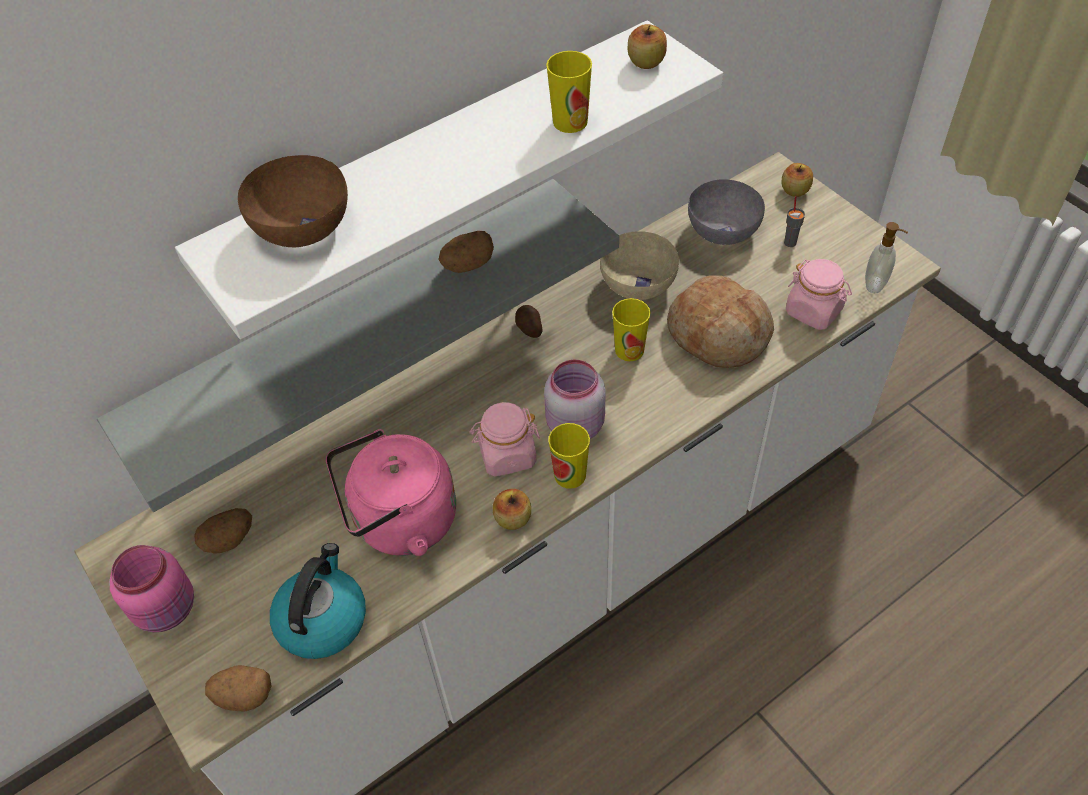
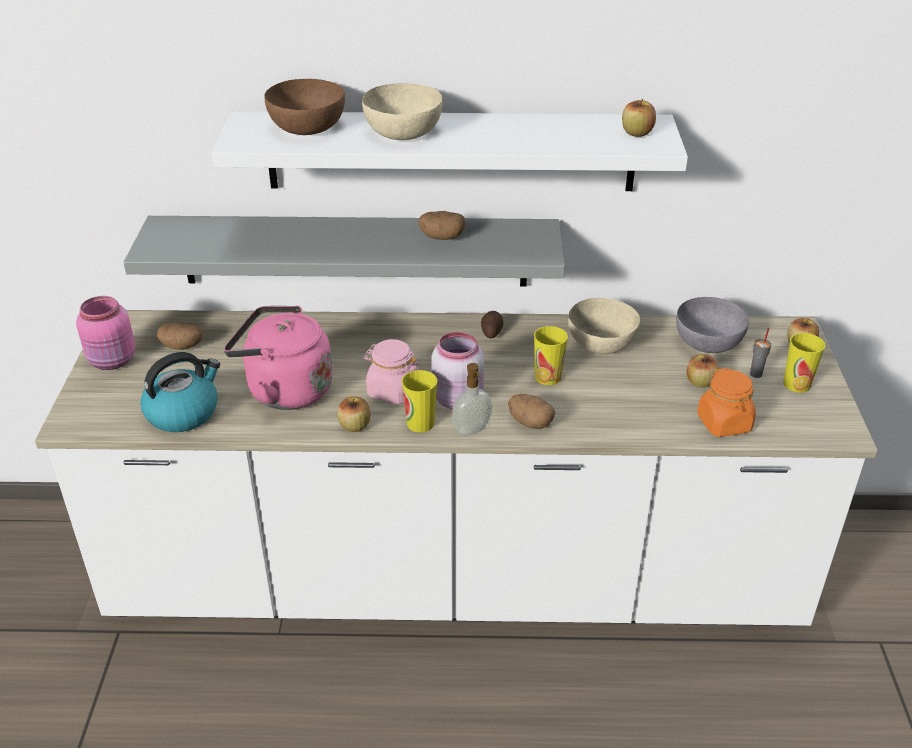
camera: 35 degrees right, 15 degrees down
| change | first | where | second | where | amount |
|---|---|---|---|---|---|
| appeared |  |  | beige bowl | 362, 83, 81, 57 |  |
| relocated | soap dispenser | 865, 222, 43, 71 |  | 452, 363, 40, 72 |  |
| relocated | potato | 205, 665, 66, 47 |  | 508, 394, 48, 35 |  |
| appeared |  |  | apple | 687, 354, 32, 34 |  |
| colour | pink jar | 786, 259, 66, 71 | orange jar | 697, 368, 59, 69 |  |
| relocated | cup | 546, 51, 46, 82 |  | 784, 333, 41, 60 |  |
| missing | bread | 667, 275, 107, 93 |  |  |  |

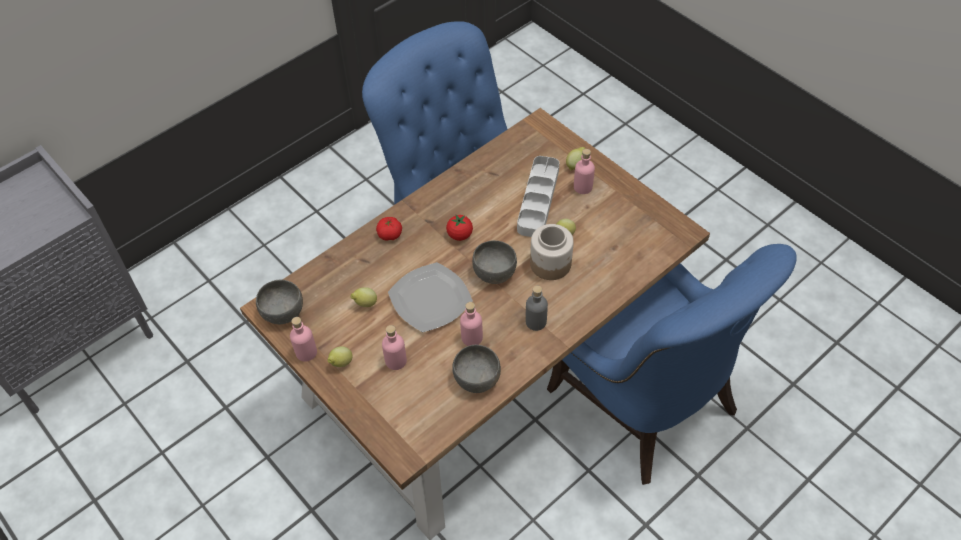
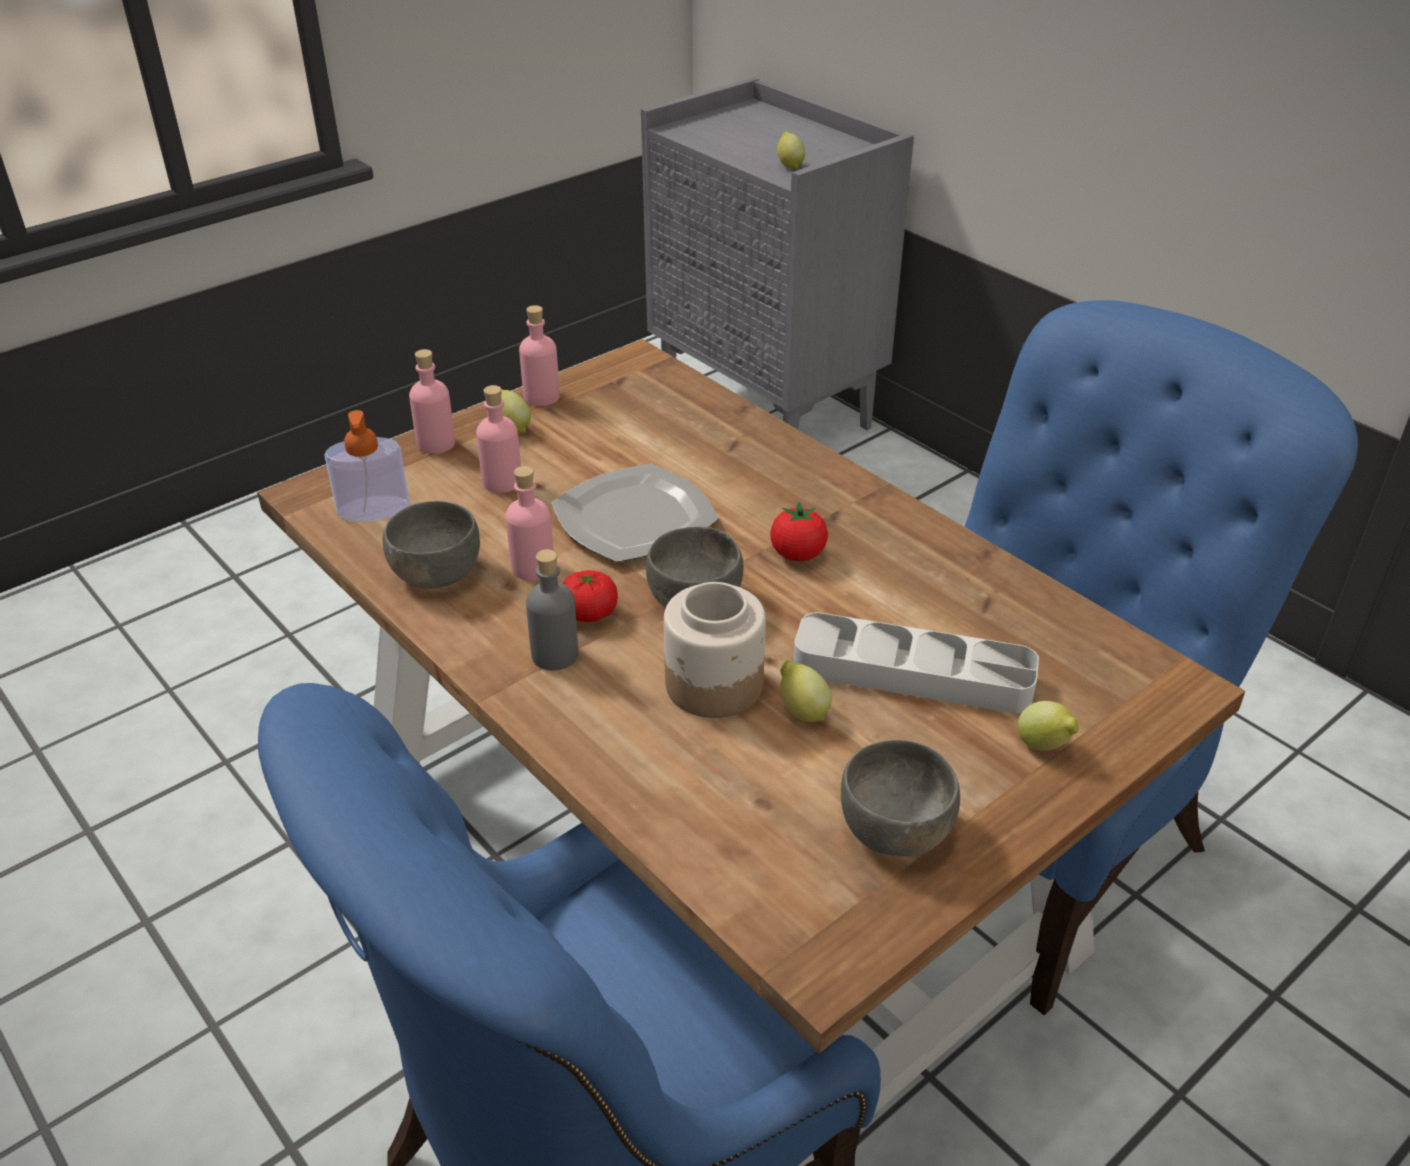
camera: 90 degrees right, 15 degrees down
| change | first | where | second | where | amount |
|---|---|---|---|---|---|
| appeared |  |  | soap dispenser | 324, 410, 86, 112 |  |
| relocated | pink bottle | 574, 149, 21, 45 |  | 409, 349, 46, 105 |  |
| relocated | tomato | 376, 217, 26, 24 |  | 562, 570, 56, 52 |  |
| relocated | lemon | 351, 287, 26, 20 |  | 777, 131, 28, 38 |  |
| relocated | grey bowl | 256, 280, 47, 45 |  | 841, 740, 119, 116 |  |

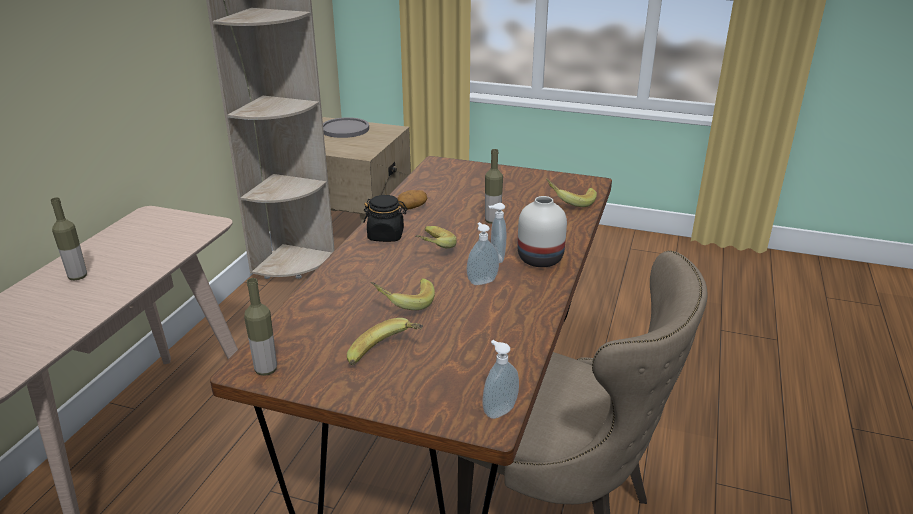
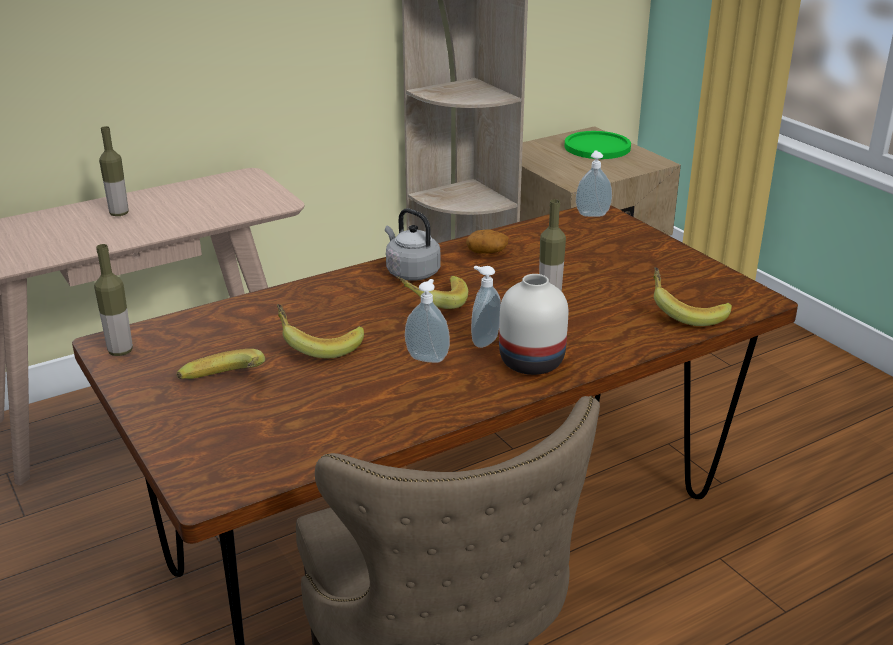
camera: 40 degrees right, 0 degrees up
| change | first | where | second | where | amount |
|---|---|---|---|---|---|
| exchanged | black jar | 363, 195, 44, 47 | grey kettle | 385, 208, 55, 73 |  |
| colour | grey plate | 323, 117, 46, 21 | green plate | 565, 131, 66, 28 |  |
| relocated | soap dispenser | 483, 340, 36, 79 |  | 576, 151, 36, 66 |  |

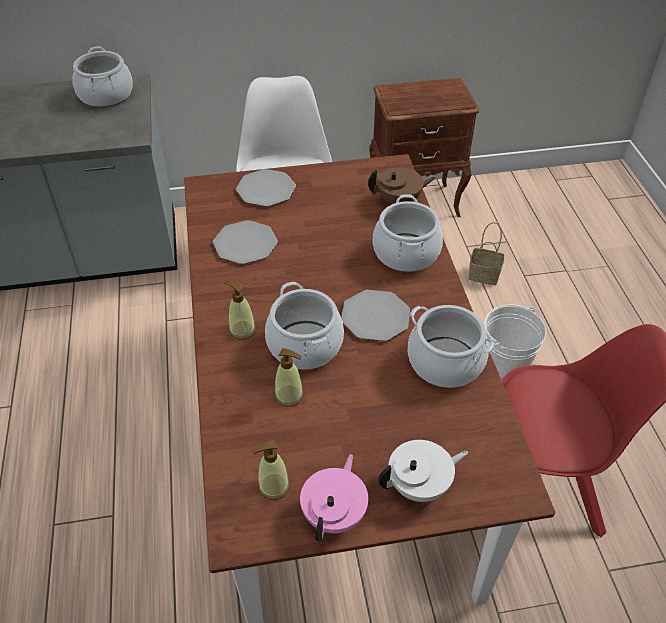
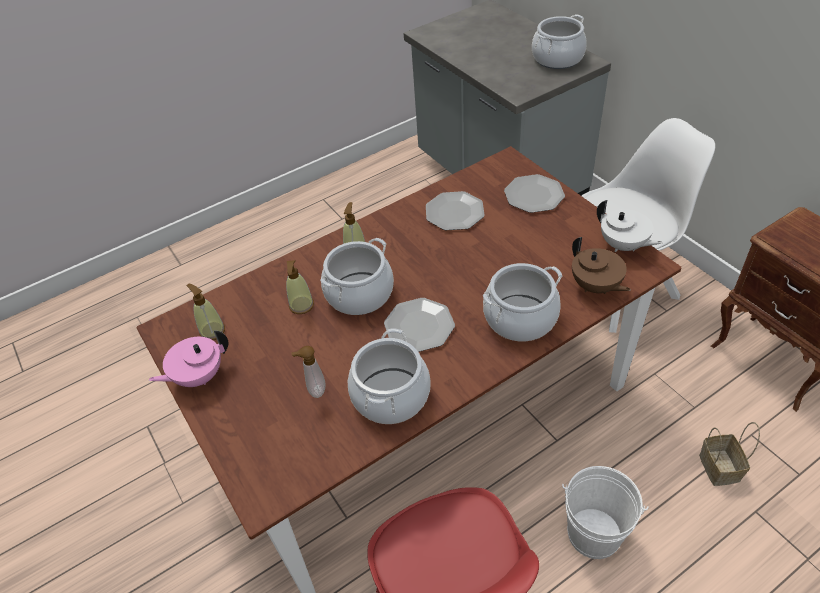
camera: 70 degrees right, 0 degrees up
| change | first | where | second | where | amount |
|---|---|---|---|---|---|
| spun | pink teapot | 300, 454, 68, 88 |  | 149, 330, 79, 57 | 150 degrees clockwise |
| appeared |  |  | soap dispenser | 292, 346, 34, 52 |  |
| relocated | white teapot | 378, 440, 90, 62 |  | 597, 200, 66, 52 |  |

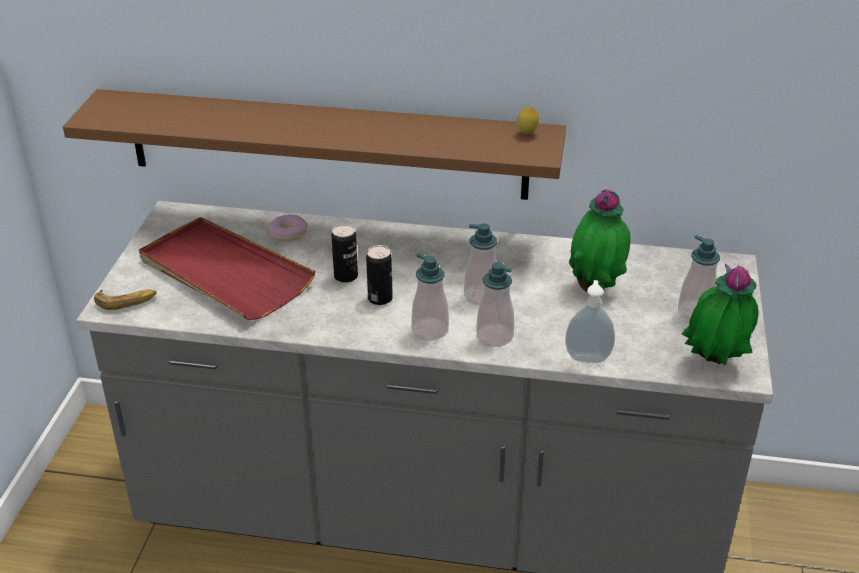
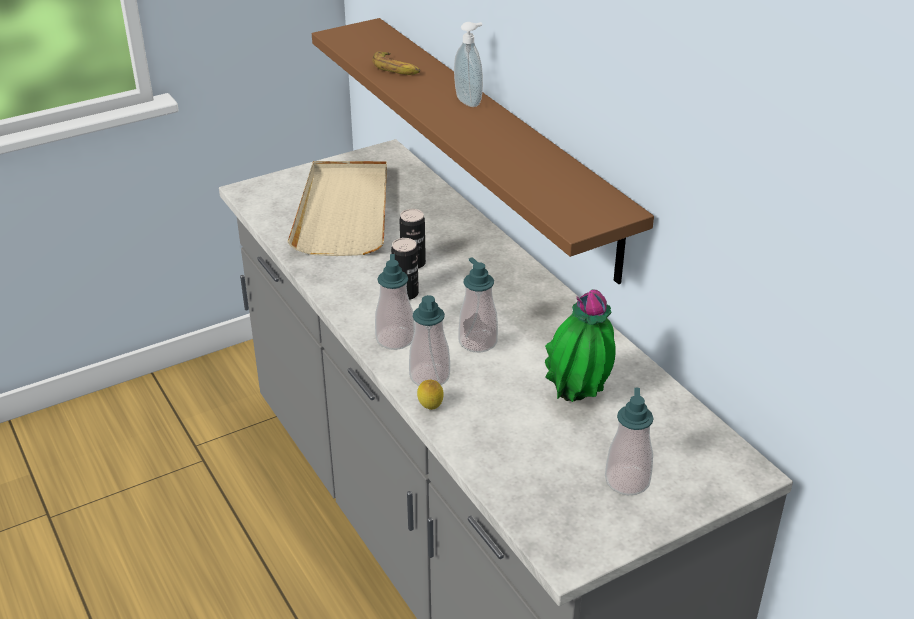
camera: 50 degrees right, 0 degrees up
| change | first | where | second | where | amount |
|---|---|---|---|---|---|
| colour | red tray | 139, 217, 177, 103 | beige tray | 288, 161, 99, 95 |  |
| relocated | banana | 94, 290, 63, 20 |  | 373, 52, 47, 23 |  |
| relocated | lemon | 517, 107, 22, 27 |  | 417, 380, 27, 30 |  |
| relocated | soap dispenser | 565, 280, 50, 83 |  | 454, 22, 29, 85 |  |
| missing | donut | 268, 214, 39, 28 |  |  |  |
| missing | potted plant | 682, 264, 77, 101 |  |  |  |

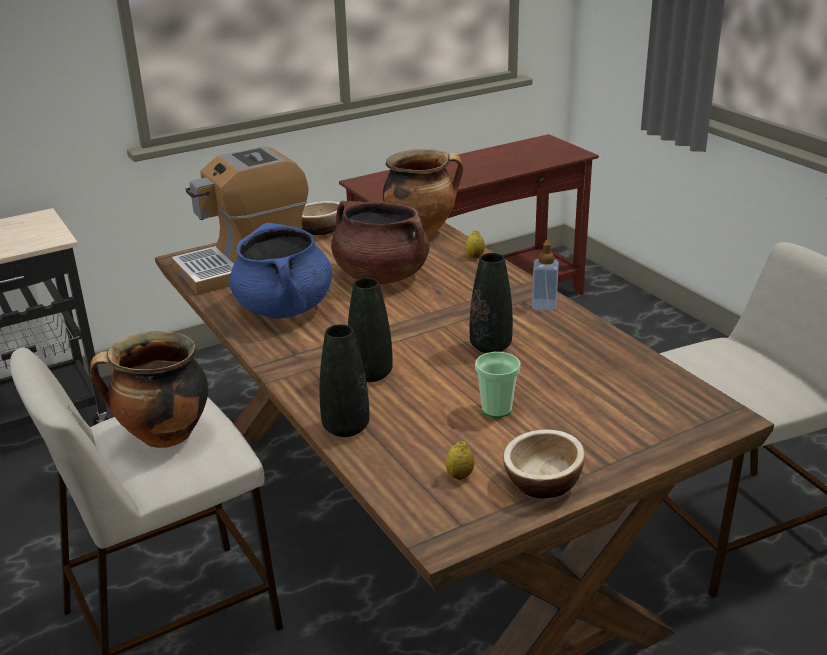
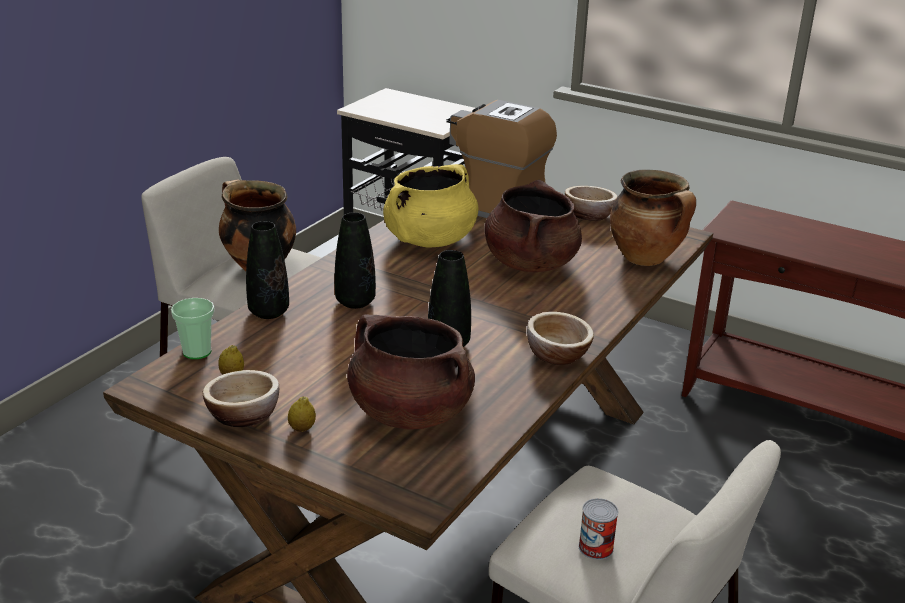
camera: 60 degrees right, 0 degrees up
| change | first | where | second | where | amount |
|---|---|---|---|---|---|
| relocated | cup | 475, 352, 45, 66 |  | 171, 298, 44, 61 |  |
| relocated | lemon | 466, 231, 19, 27 |  | 288, 396, 28, 36 |  |
| appeared |  |  | brown cooking pot | 347, 314, 128, 116 |  |
| colour | blue cooking pot | 230, 223, 102, 96 | yellow cooking pot | 383, 164, 95, 83 |  |
| exchanged | soap dispenser | 532, 240, 27, 70 | bowl | 527, 312, 67, 53 |  |
| appeared |  |  | can | 578, 498, 40, 62 |  |

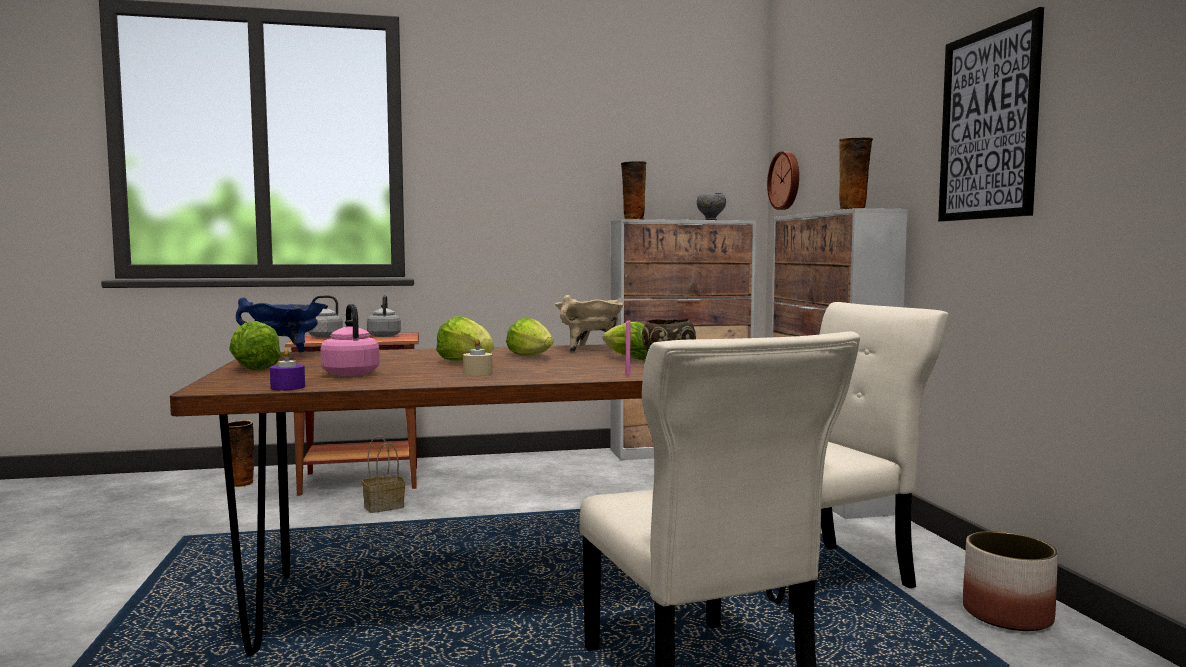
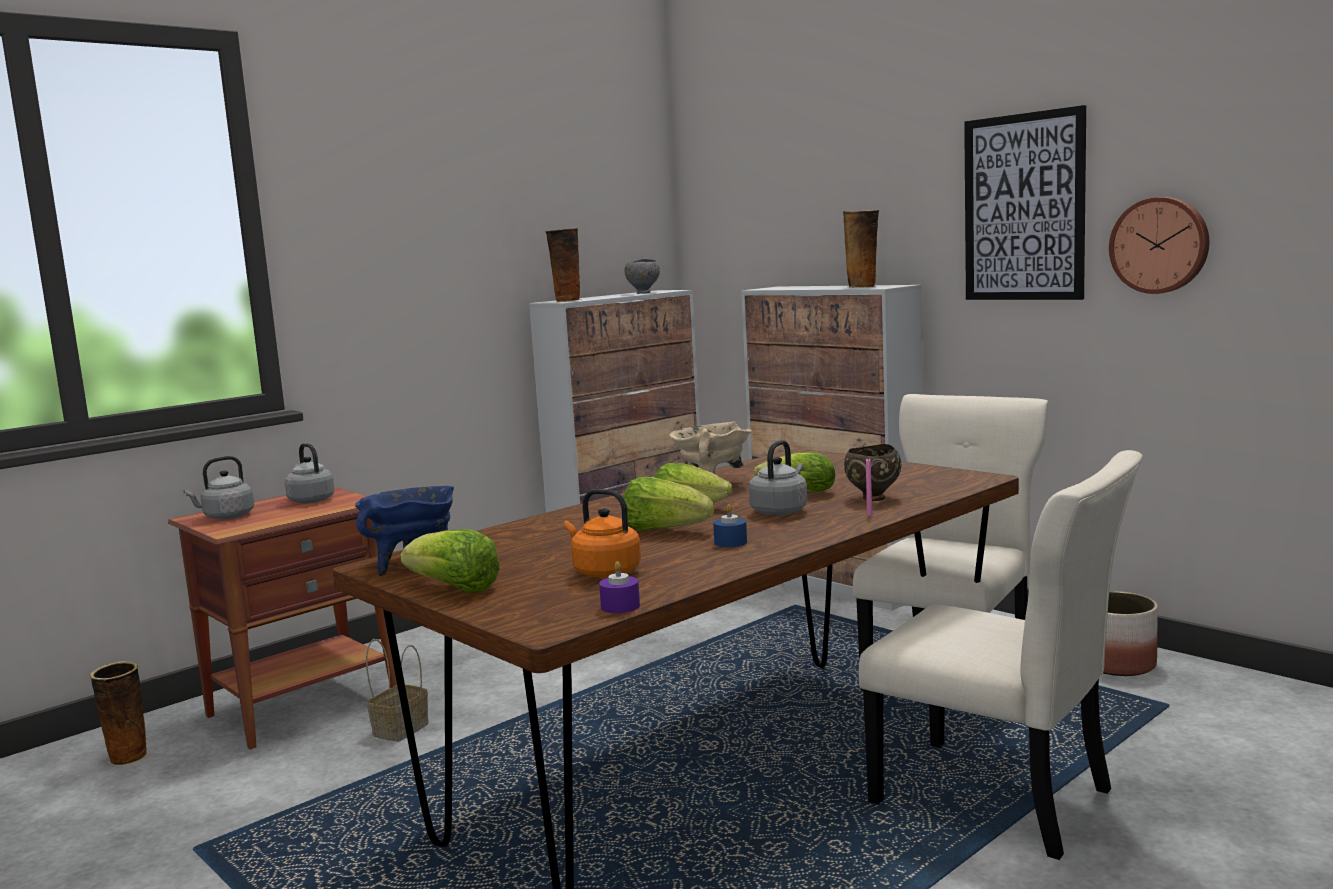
camera: 30 degrees left, 5 degrees up
| change | first | where | second | where | amount |
|---|---|---|---|---|---|
| colour | pink kettle | 320, 304, 60, 72 | orange kettle | 564, 489, 77, 89 |  |
| colour | beige candle | 463, 339, 29, 36 | blue candle | 713, 504, 34, 43 |  |
| appeared |  |  | grey kettle | 749, 440, 58, 76 |  |
| relocated | wall clock | 767, 151, 32, 59 |  | 1109, 197, 100, 97 |  |

